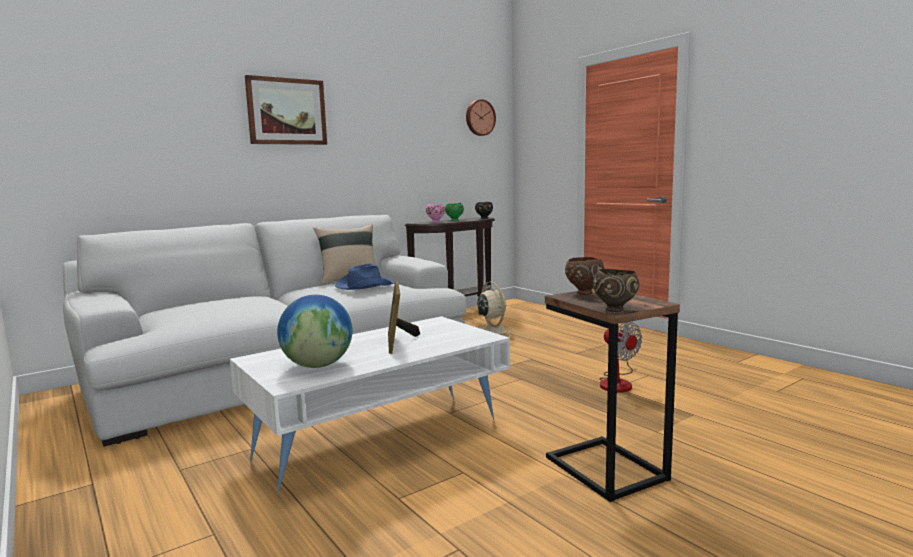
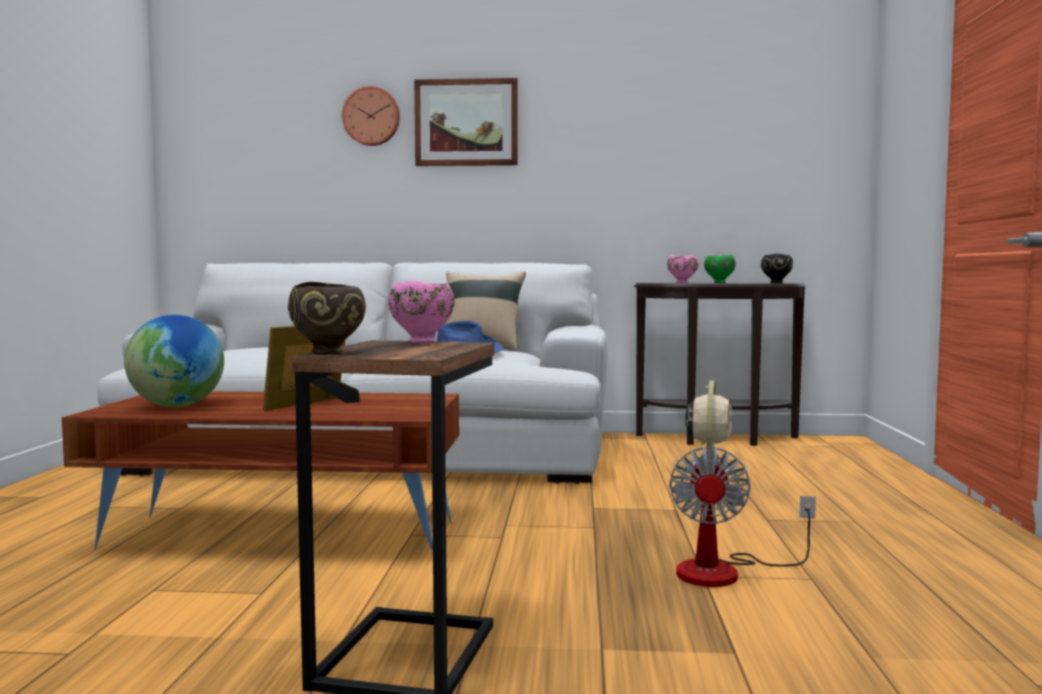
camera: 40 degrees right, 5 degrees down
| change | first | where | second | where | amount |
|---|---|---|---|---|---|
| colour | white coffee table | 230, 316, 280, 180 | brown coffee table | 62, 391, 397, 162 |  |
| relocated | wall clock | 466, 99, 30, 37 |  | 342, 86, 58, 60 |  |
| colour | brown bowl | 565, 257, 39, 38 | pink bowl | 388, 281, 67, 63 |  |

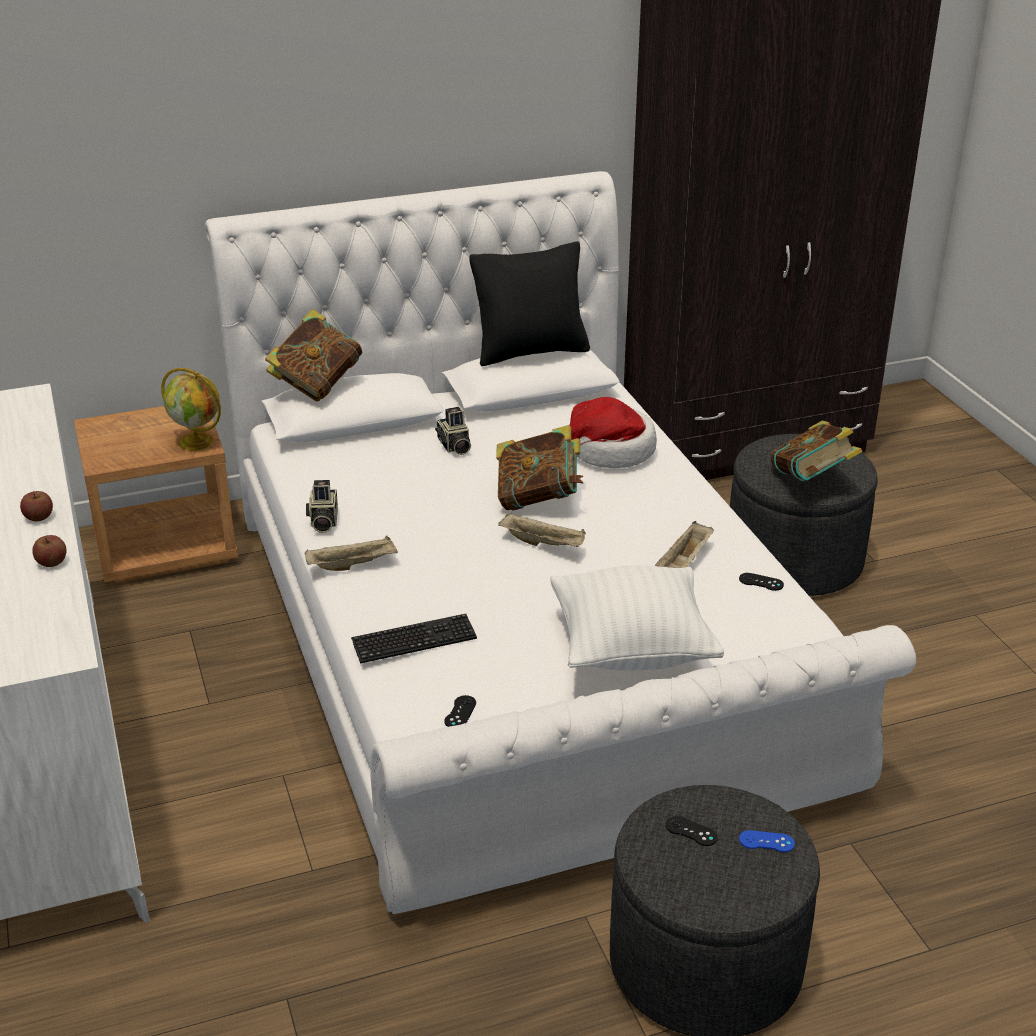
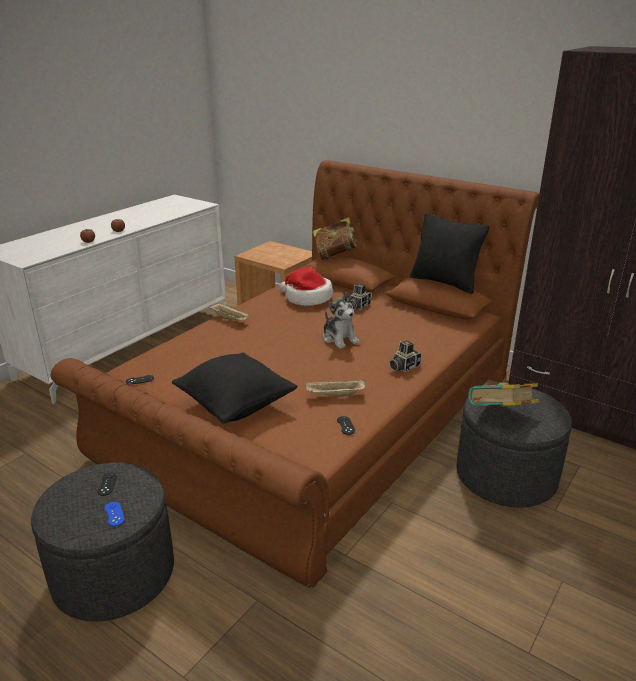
camera: 55 degrees right, 5 degrees down
| change | first | where | second | where | amount |
|---|---|---|---|---|---|
| colour | white bed | 205, 171, 711, 743 | brown bed | 50, 160, 489, 428 |  |
| colour | white pillow | 551, 565, 173, 105 | black pillow | 172, 352, 126, 71 |  |
| relocated | hat | 570, 397, 87, 71 |  | 280, 267, 53, 39 |  |
| exchanged | book | 496, 425, 87, 85 | plush toy | 323, 292, 37, 57 |  |
| relocated | photo camera | 306, 480, 32, 53 |  | 389, 340, 32, 32 |  |
| missing | globe | 161, 368, 60, 83 |  |  |  |
| missing | keyboard | 351, 614, 126, 50 |  |  |  |
| missing | beige tray | 498, 513, 88, 34 |  |  |  |

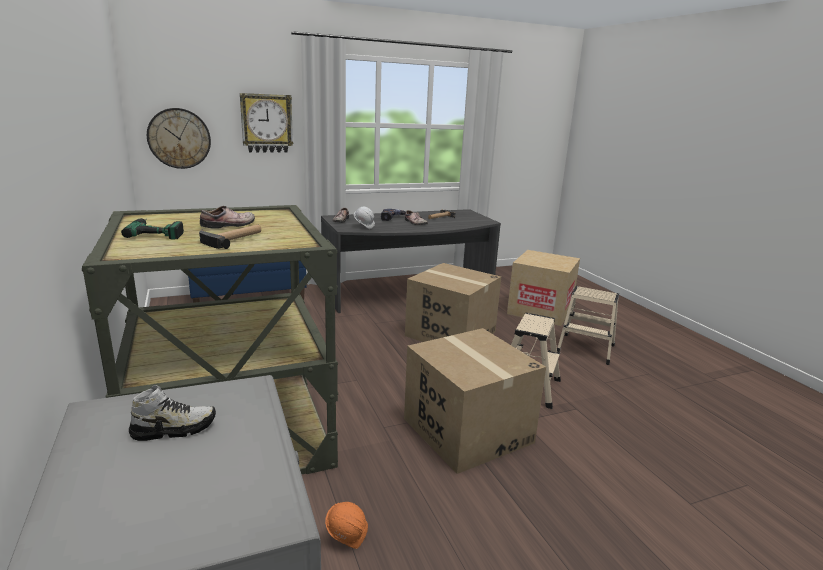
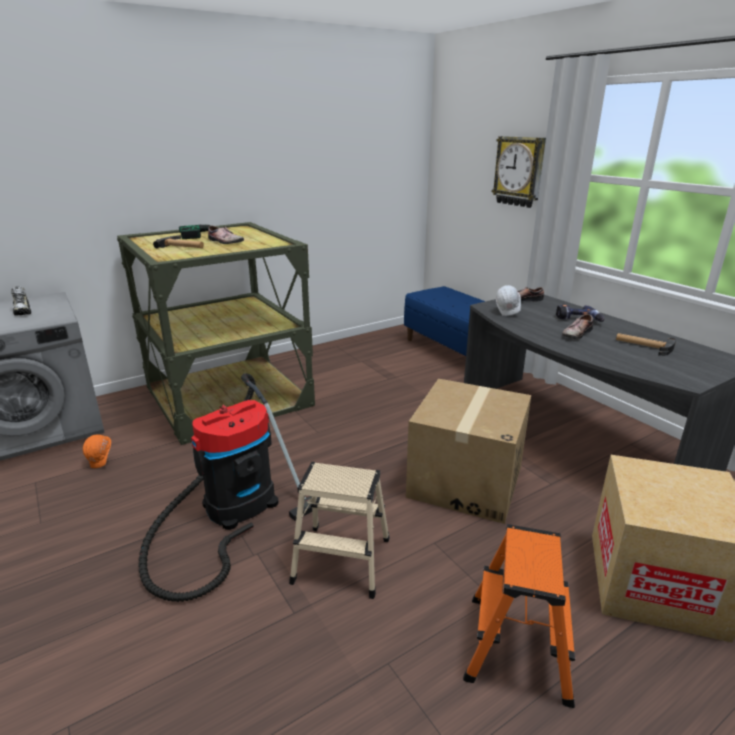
camera: 80 degrees right, 5 degrees up
| change | first | where | second | where | amount |
|---|---|---|---|---|---|
| exchanged | cardboard box | 404, 328, 142, 146 | vacuum cleaner | 138, 373, 174, 229 |  |
| colour | beige step ladder | 557, 286, 62, 79 | orange step ladder | 463, 524, 112, 184 |  |
| missing | wall clock | 147, 108, 64, 61 |  |  |  |

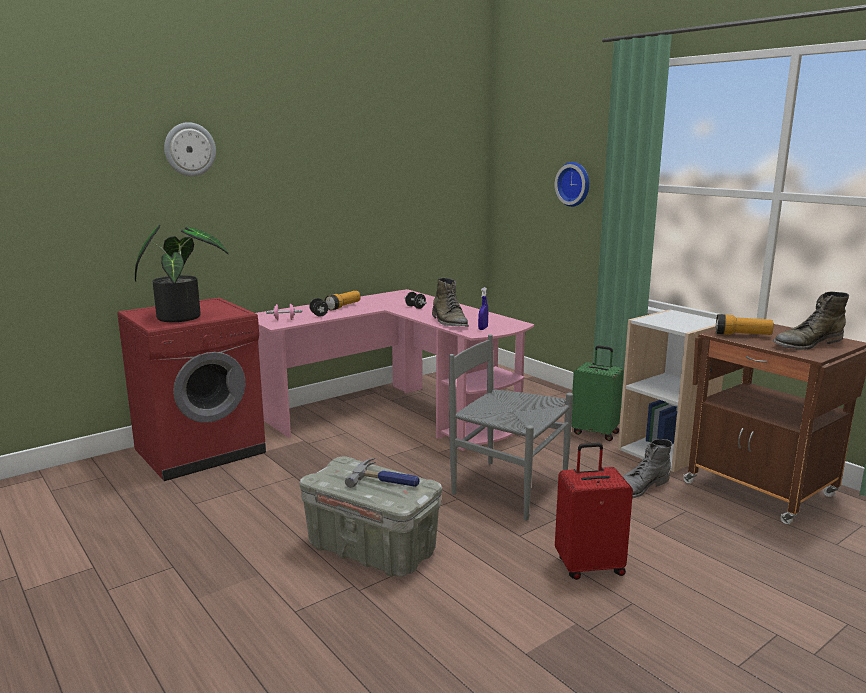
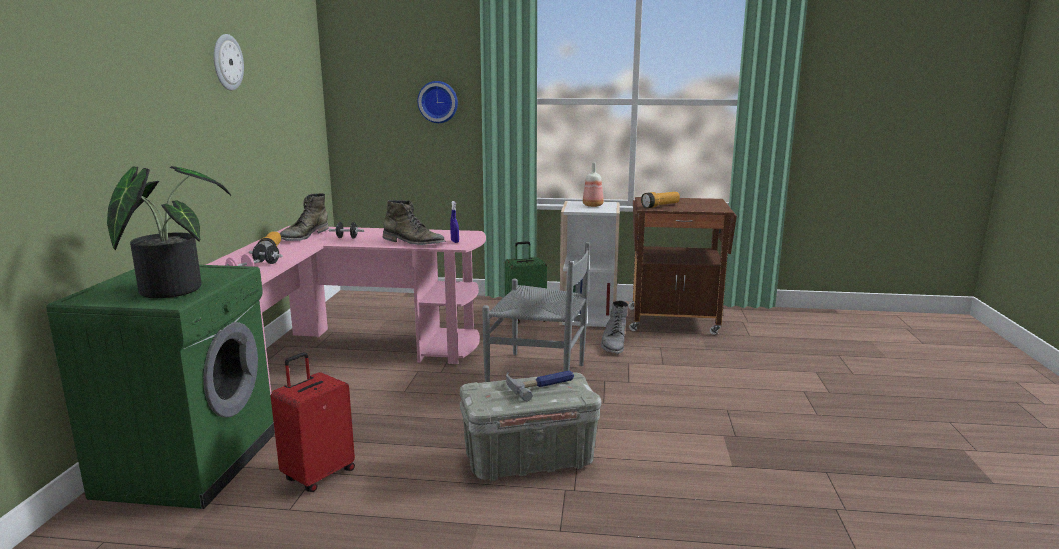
camera: 45 degrees left, 0 degrees up
| change | first | where | second | where | amount |
|---|---|---|---|---|---|
| colour | red washing machine | 117, 297, 149, 184 | green washing machine | 46, 265, 229, 244 |  |
| relocated | wall clock | 164, 122, 52, 55 |  | 214, 34, 30, 56 |  |
| relocated | red suitcase | 555, 443, 78, 137 |  | 271, 352, 84, 140 |  |
| relocated | green boot | 772, 291, 77, 59 |  | 280, 193, 49, 48 |  |
| spun | grey chair | 449, 334, 124, 187 |  | 483, 242, 107, 140 | 150 degrees counterclockwise |
| appeared |  |  | bottle | 583, 162, 21, 45 |  |

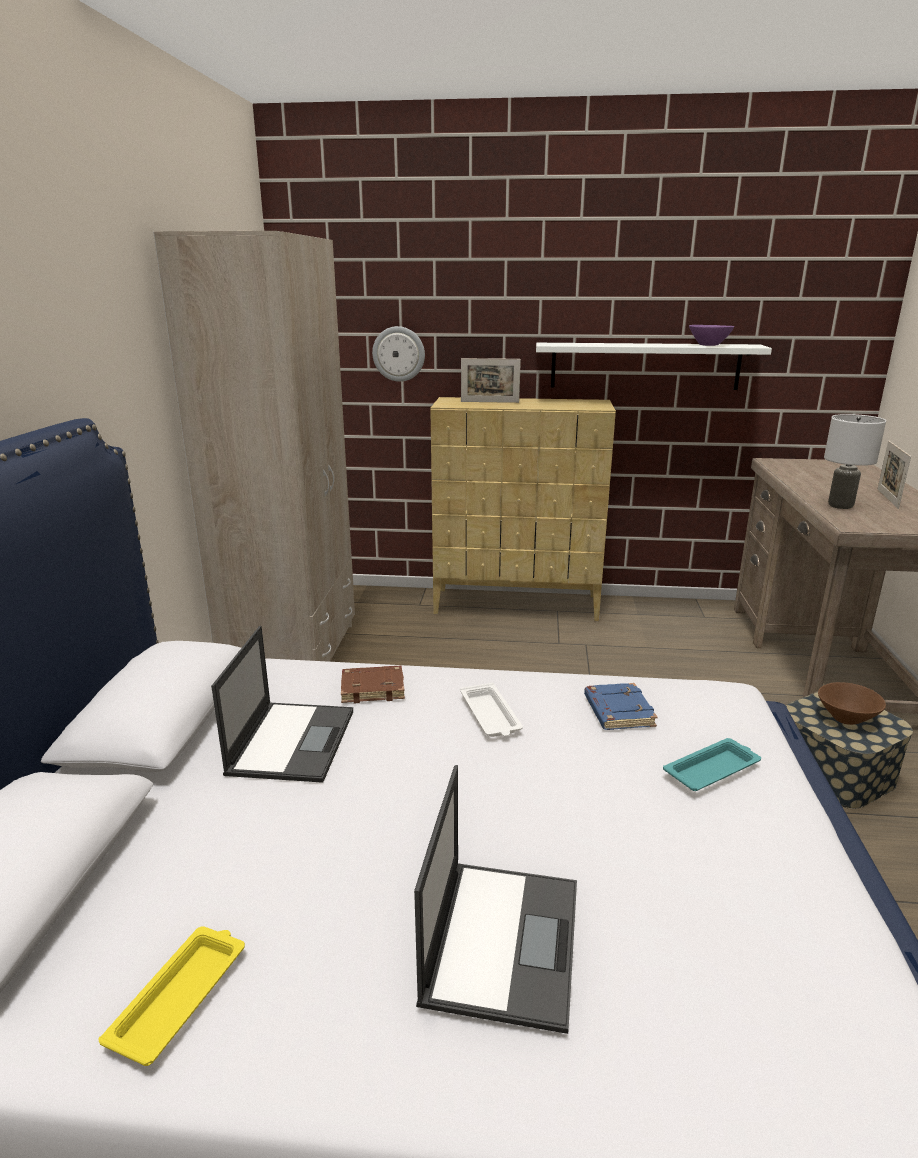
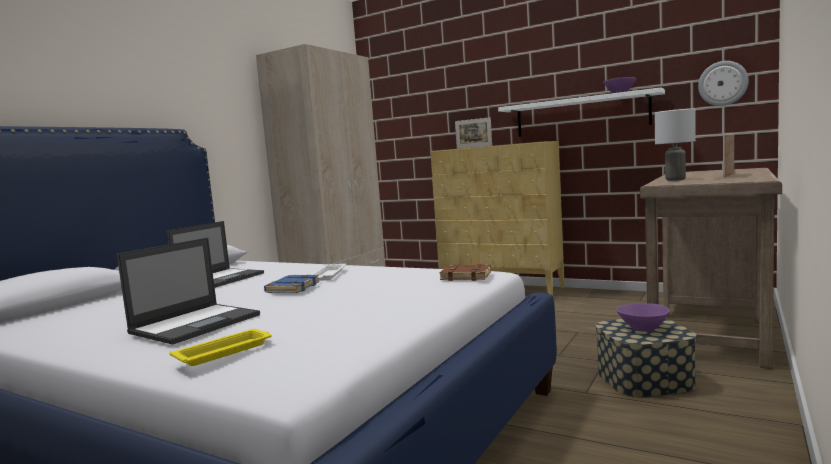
camera: 25 degrees right, 15 degrees down
| change | first | where | second | where | amount |
|---|---|---|---|---|---|
| relocated | yellow tray | 98, 926, 147, 140 |  | 169, 329, 103, 37 |  |
| relocated | blue book | 584, 683, 74, 47 |  | 264, 275, 55, 18 |  |
| relocated | brown book | 341, 666, 64, 37 |  | 439, 264, 52, 17 |  |
| colour | brown bowl | 818, 682, 68, 43 | purple bowl | 616, 303, 54, 29 |  |
| relocated | wall clock | 372, 326, 53, 56 |  | 698, 61, 51, 45 |  |
| missing | turquoise tray | 663, 738, 98, 53 |  |  |  |

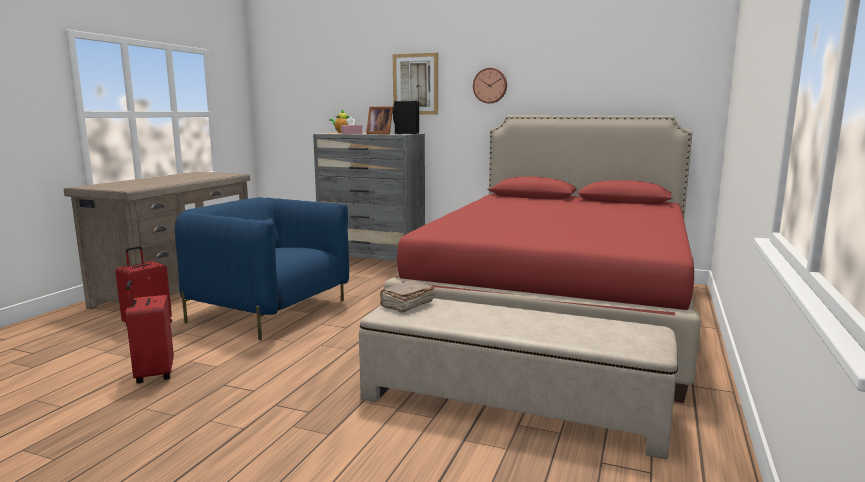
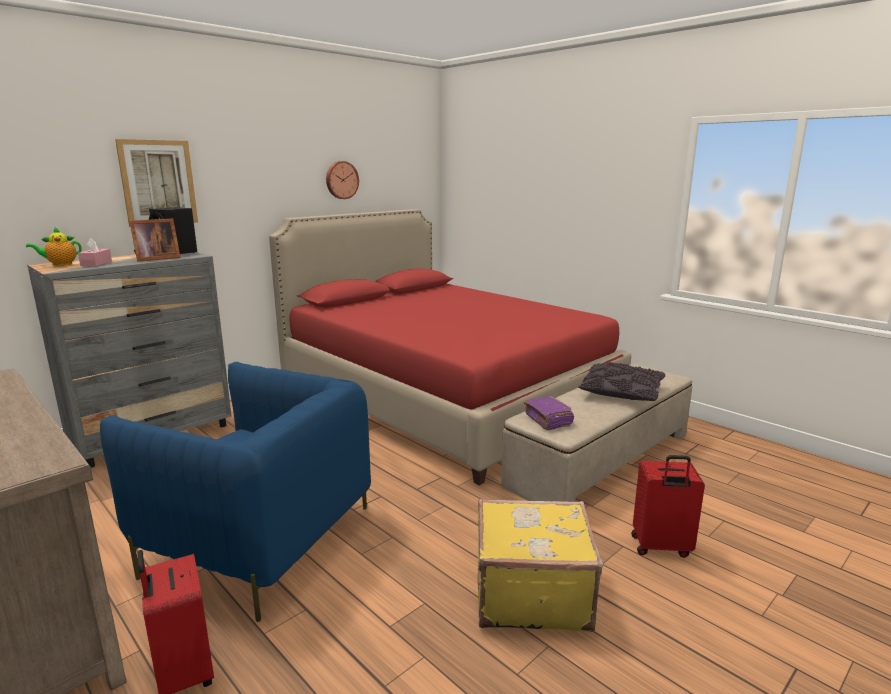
camera: 65 degrees left, 5 degrees up
| change | first | where | second | where | amount |
|---|---|---|---|---|---|
| spun | blue armchair | 175, 197, 174, 143 |  | 100, 362, 271, 260 | 120 degrees counterclockwise |
| relocated | wall clock | 473, 68, 34, 36 |  | 326, 161, 33, 38 |  |
| appeared |  |  | yellow suitcase | 478, 499, 125, 133 |  |
| colour | brown book | 380, 280, 55, 33 | purple book | 524, 396, 50, 34 |  |
| appeared |  |  | black pillow | 578, 362, 87, 39 |  |
| relocated | red suitcase | 126, 280, 48, 104 |  | 631, 455, 74, 103 |  |

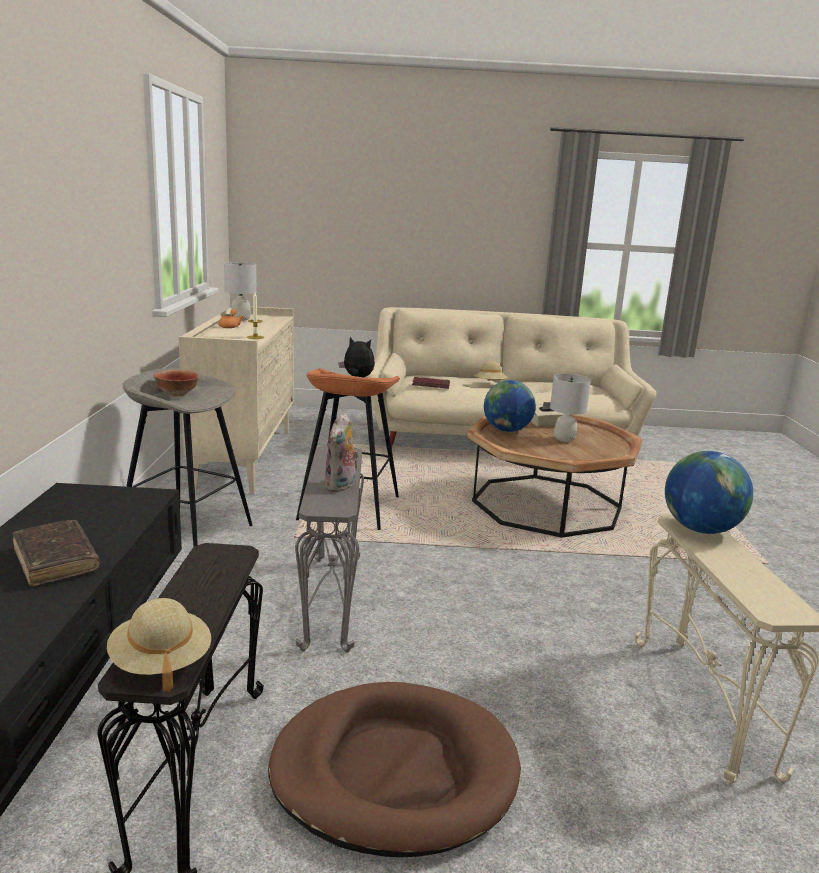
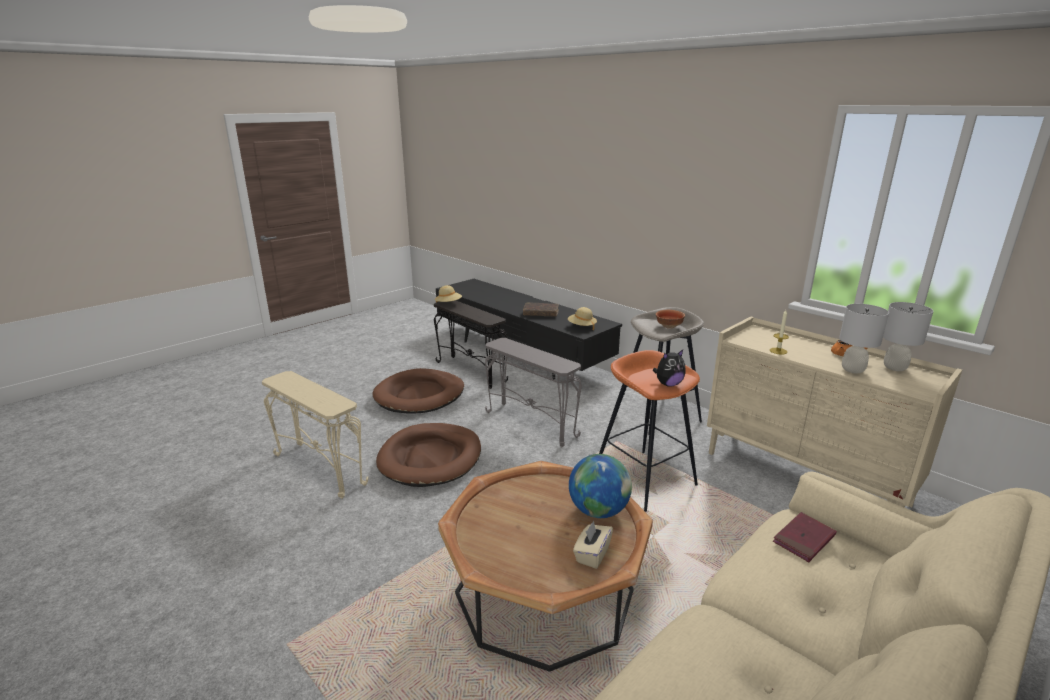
camera: 135 degrees right, 5 degrees up
| change | first | where | second | where | amount |
|---|---|---|---|---|---|
| appeared |  |  | brown dog bed | 376, 423, 105, 64 |  |
| relocated | beige hat | 474, 361, 34, 20 |  | 568, 307, 29, 23 |  |
| relocated | grey table lamp | 550, 374, 41, 68 |  | 839, 304, 50, 70 |  |
| missing | plush toy | 324, 412, 36, 81 |  |  |  |
| missing | globe | 665, 451, 88, 83 |  |  |  |

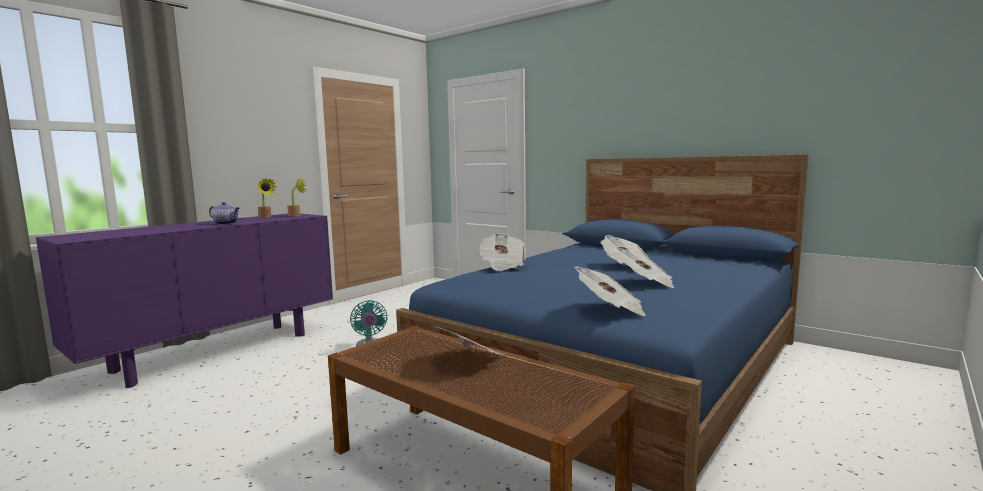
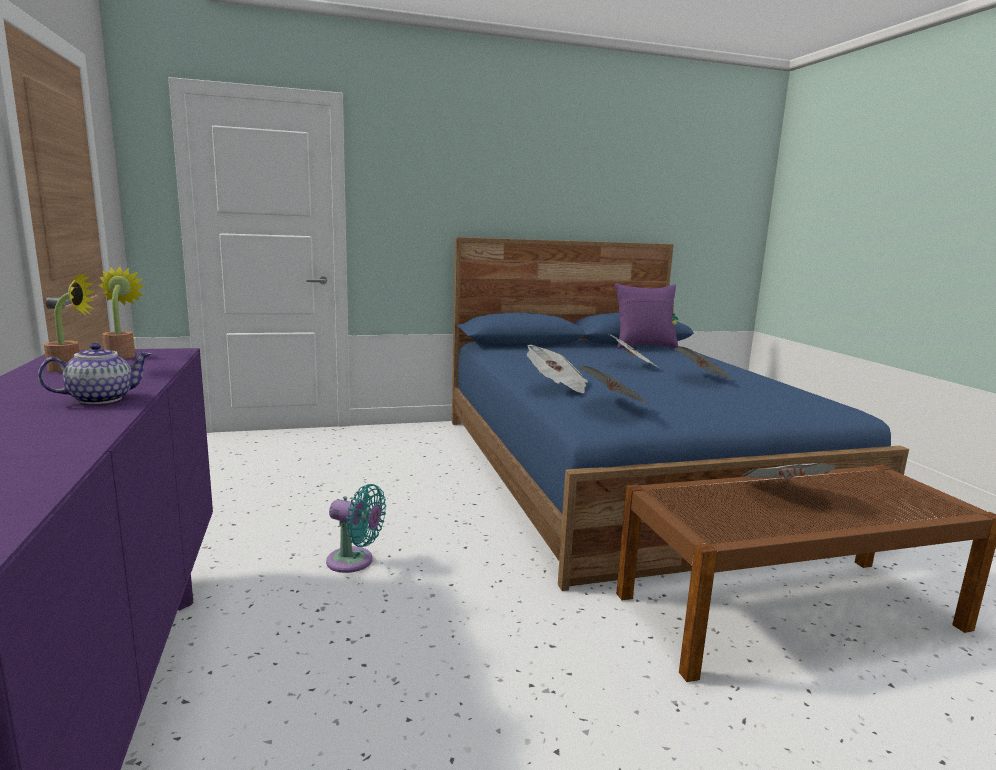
camera: 55 degrees left, 5 degrees up
| change | first | where | second | where | amount |
|---|---|---|---|---|---|
| relocated | newspaper | 575, 266, 70, 50 |  | 578, 366, 71, 37 |  |
| appeared |  |  | purple pillow | 615, 283, 63, 66 |  |

